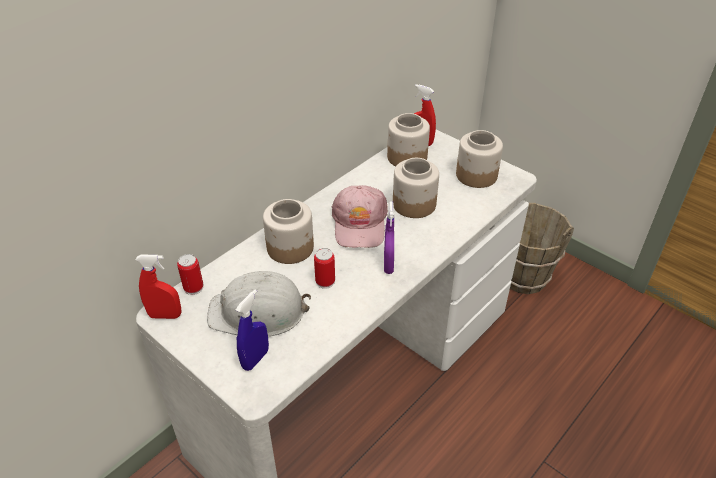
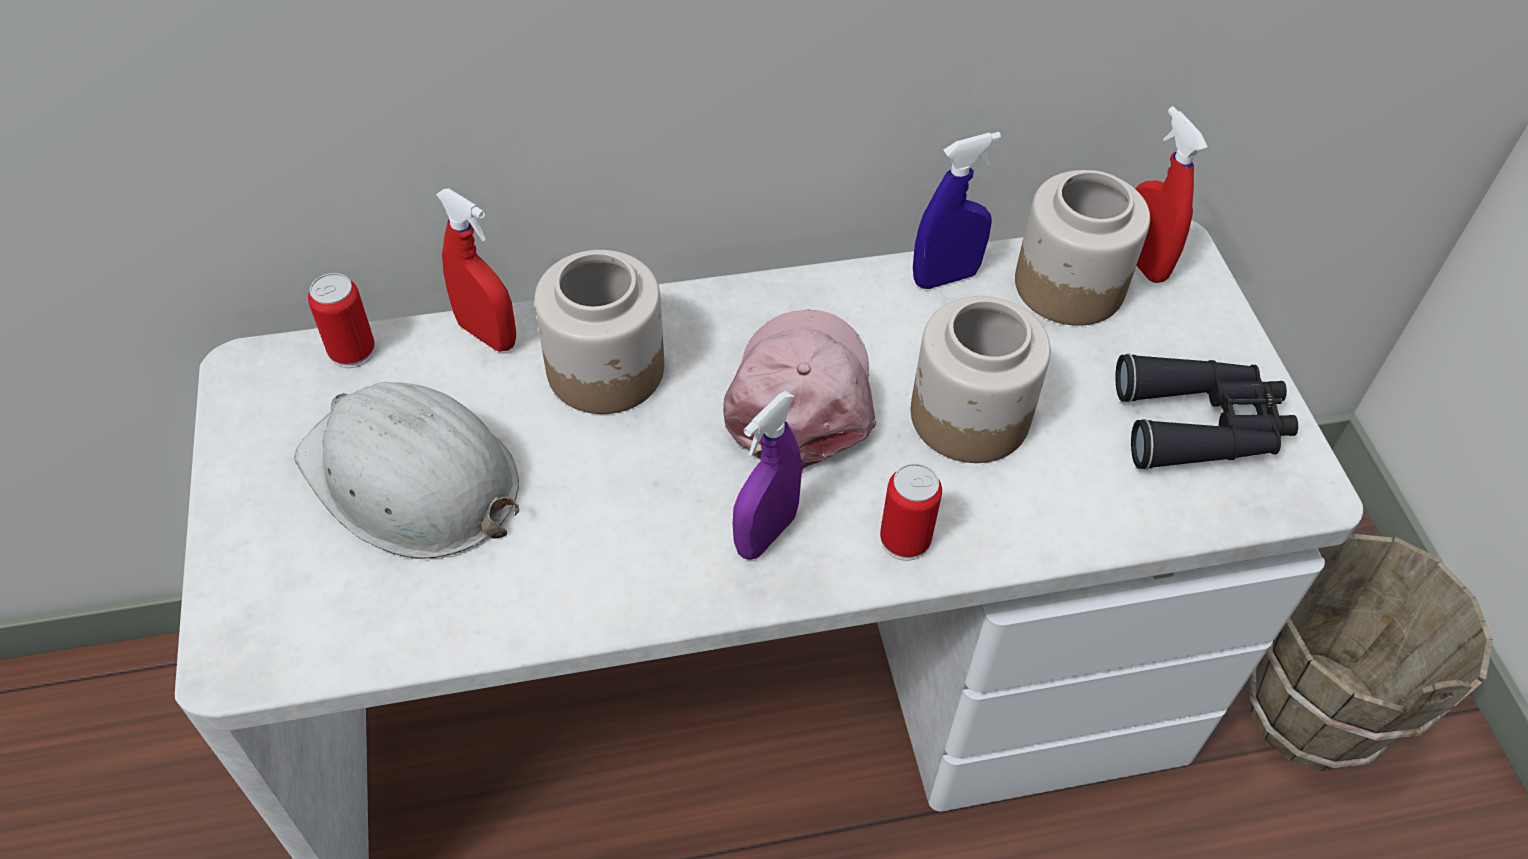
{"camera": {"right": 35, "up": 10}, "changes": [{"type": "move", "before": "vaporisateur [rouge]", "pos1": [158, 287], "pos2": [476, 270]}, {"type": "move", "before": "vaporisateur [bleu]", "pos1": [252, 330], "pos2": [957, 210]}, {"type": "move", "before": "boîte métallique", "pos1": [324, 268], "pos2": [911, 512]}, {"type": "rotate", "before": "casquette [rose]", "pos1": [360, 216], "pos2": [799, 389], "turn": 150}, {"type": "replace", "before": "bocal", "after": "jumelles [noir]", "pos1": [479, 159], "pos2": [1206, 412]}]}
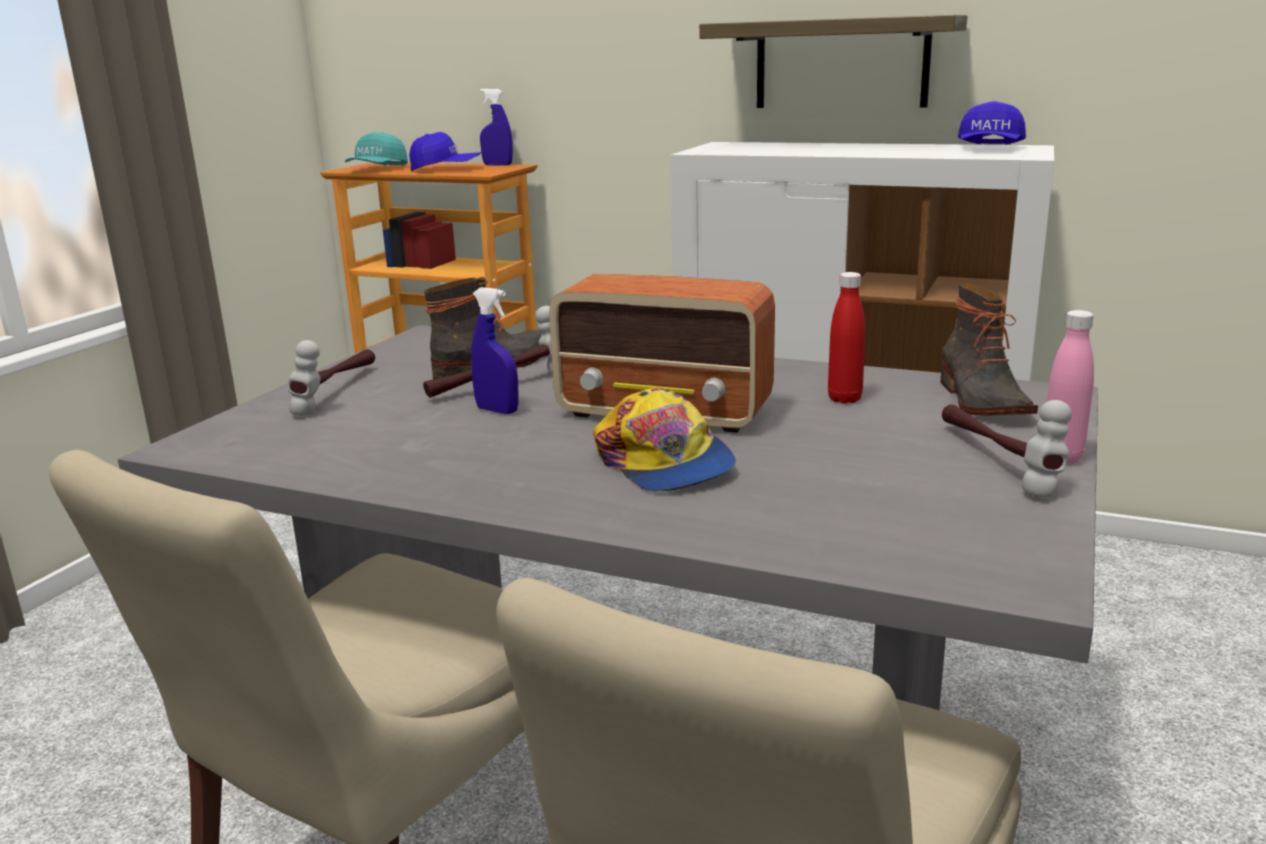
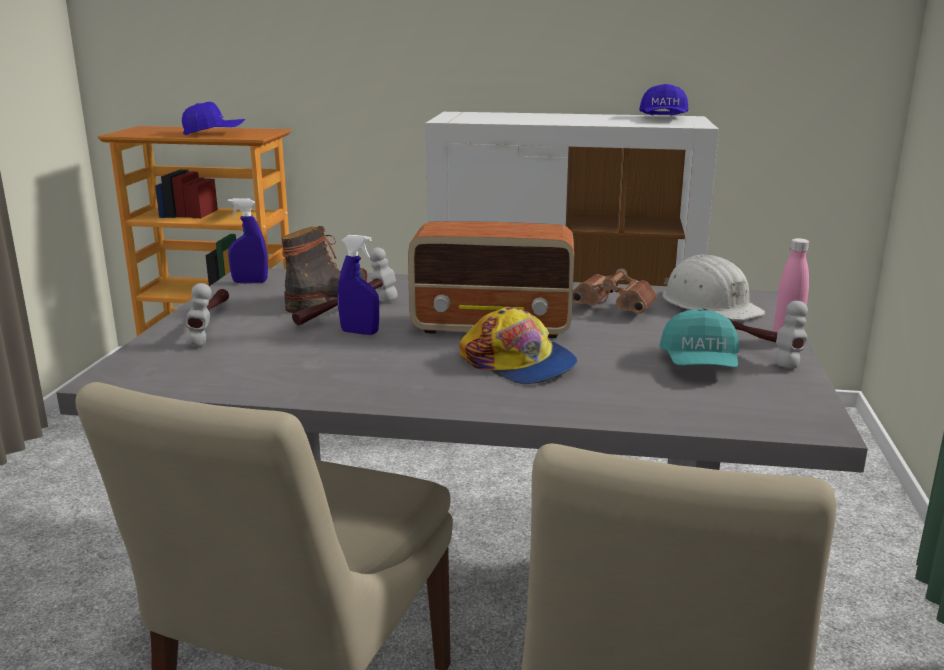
{"camera": {"right": -15, "up": 0}, "changes": [{"type": "move", "before": "casquette [turquoise]", "pos1": [376, 148], "pos2": [699, 338]}, {"type": "move", "before": "vaporisateur [bleu]", "pos1": [496, 127], "pos2": [248, 240]}, {"type": "delete", "before": "étagère", "pos1": [833, 61]}, {"type": "replace", "before": "bouteille [rouge]", "after": "jumelles [marron]", "pos1": [846, 338], "pos2": [614, 291]}, {"type": "replace", "before": "botte", "after": "casque de chantier [blanc]", "pos1": [989, 349], "pos2": [714, 287]}]}
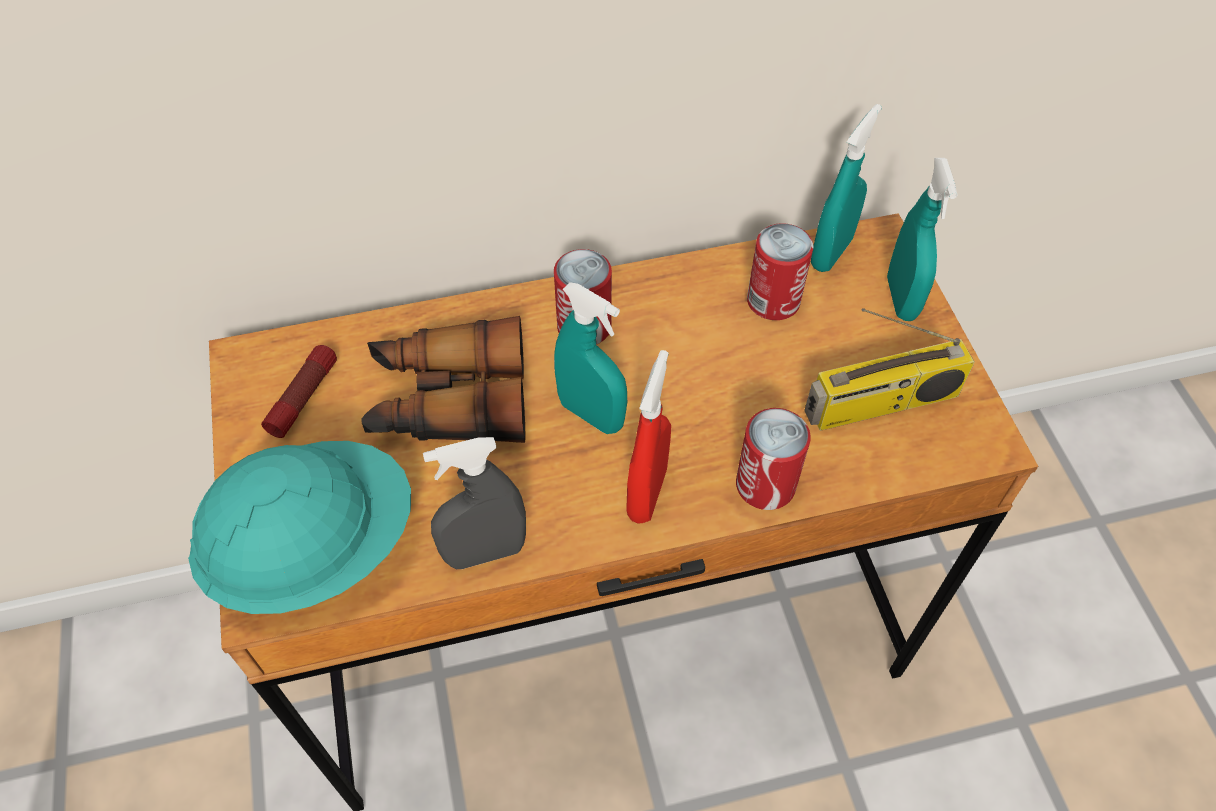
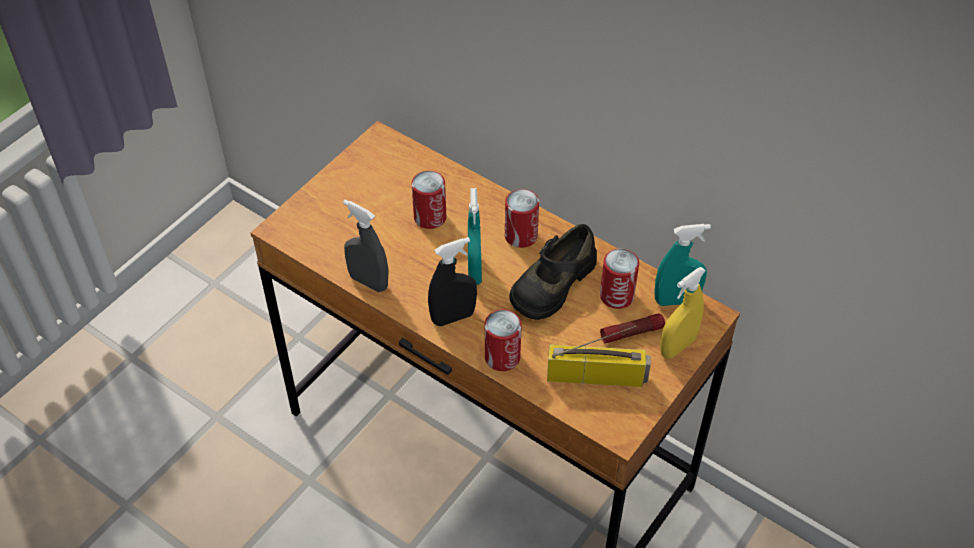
{"camera": {"right": 50, "up": -5}, "changes": [{"type": "delete", "before": "casque de chantier [turquoise]", "pos1": [299, 527]}, {"type": "move", "before": "lampe de poche", "pos1": [299, 391], "pos2": [632, 328]}, {"type": "replace", "before": "jumelles", "after": "boîte métallique", "pos1": [443, 379], "pos2": [429, 200]}, {"type": "recolor", "before": "vaporisateur [rouge]", "after": "vaporisateur [noir]", "pos1": [648, 436], "pos2": [452, 281]}, {"type": "rotate", "before": "radio", "pos1": [889, 369], "pos2": [599, 356], "turn": 150}, {"type": "recolor", "before": "vaporisateur [turquoise]", "after": "vaporisateur [jaune]", "pos1": [922, 239], "pos2": [683, 313]}, {"type": "insert", "after": "chaussure [noir]", "pos2": [553, 272]}]}
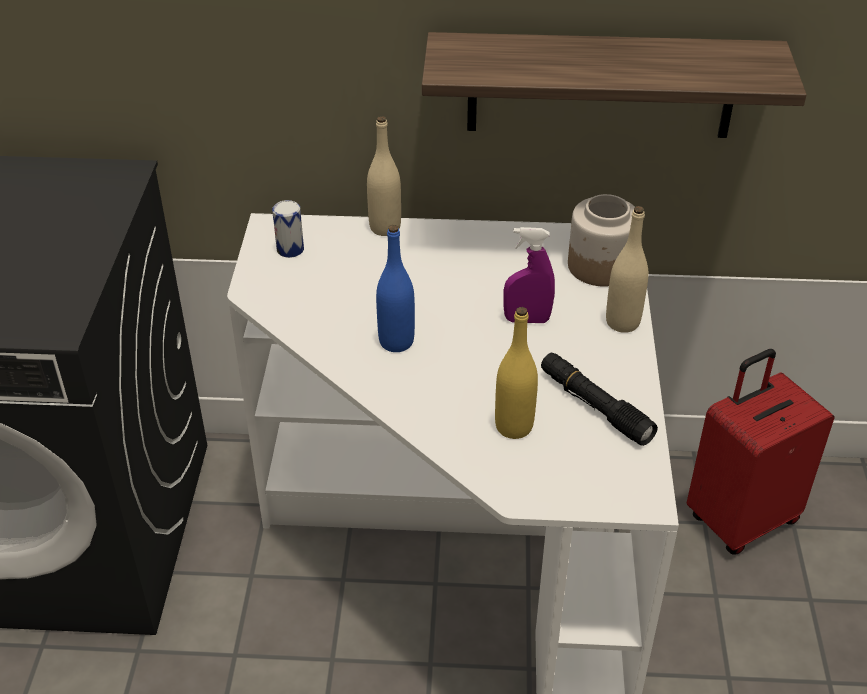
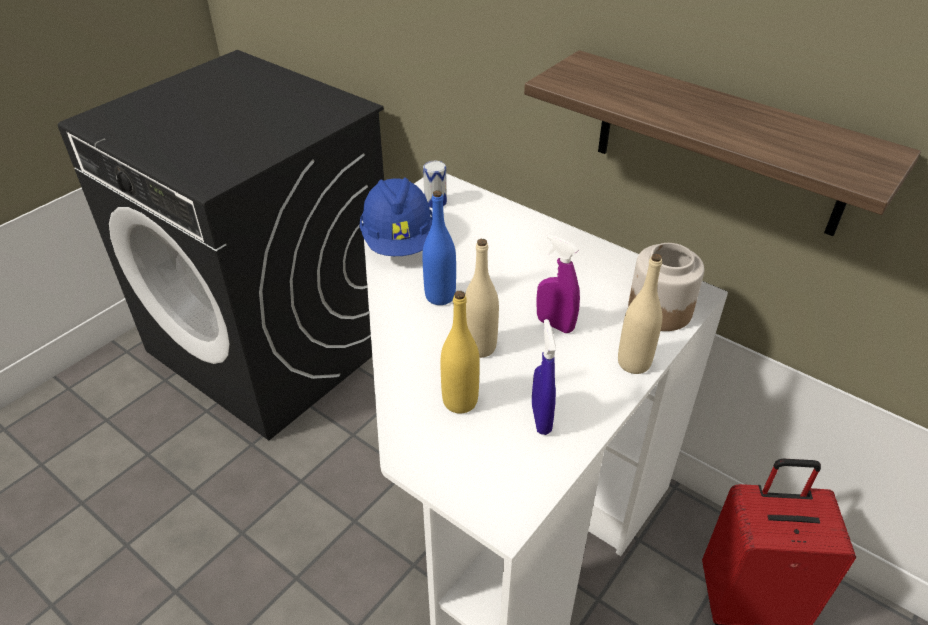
{"camera": {"right": 35, "up": 0}, "changes": [{"type": "move", "before": "bouteille [beige]", "pos1": [384, 176], "pos2": [482, 298]}, {"type": "replace", "before": "lampe de poche [noir]", "after": "vaporisateur [bleu]", "pos1": [599, 399], "pos2": [544, 377]}, {"type": "insert", "after": "casque de chantier [bleu]", "pos2": [396, 216]}]}
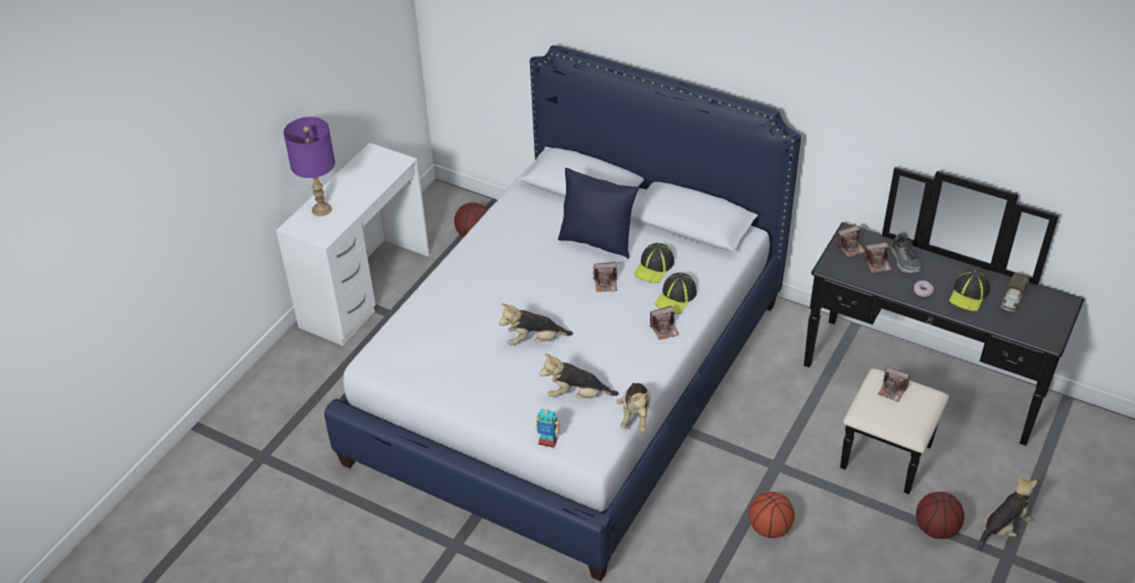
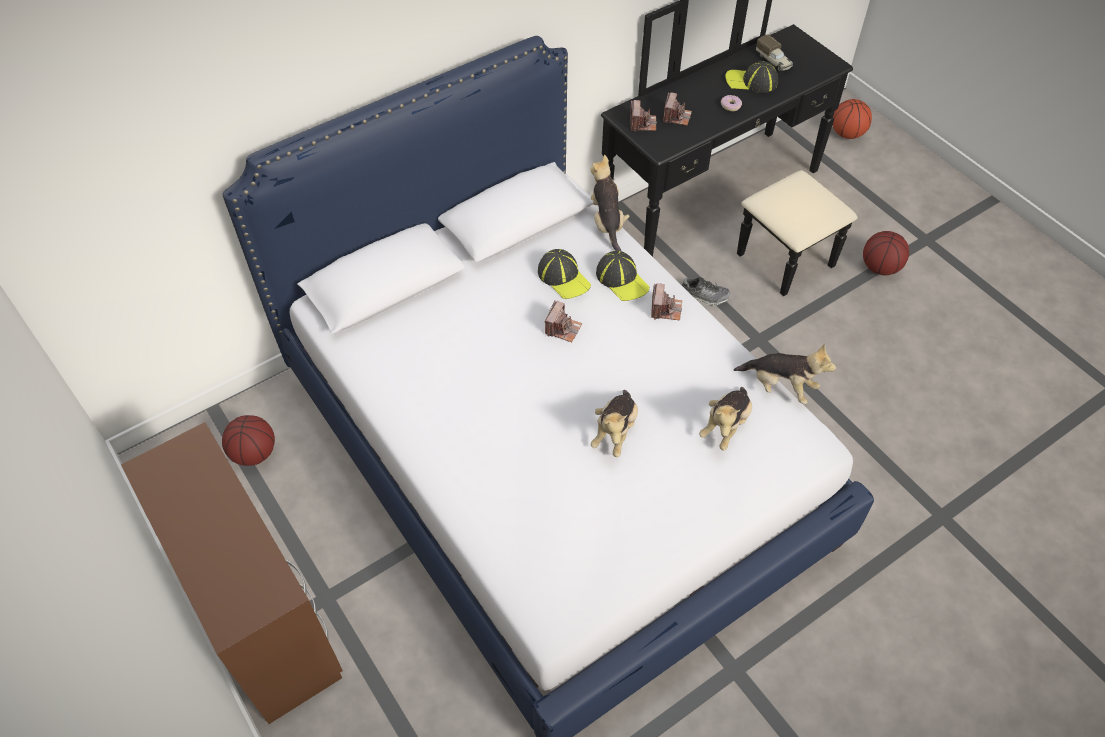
{"camera": {"right": -65, "up": 10}, "changes": [{"type": "recolor", "before": "bureau [blanc]", "after": "bureau [marron]", "pos1": [353, 244], "pos2": [232, 573]}, {"type": "delete", "before": "lampe de table [violet]", "pos1": [309, 166]}, {"type": "delete", "before": "robot jouet", "pos1": [547, 427]}, {"type": "delete", "before": "coussin [bleu]", "pos1": [598, 213]}, {"type": "move", "before": "ballon de basket", "pos1": [772, 515], "pos2": [852, 119]}, {"type": "delete", "before": "appareil photo", "pos1": [894, 384]}, {"type": "move", "before": "chaussure", "pos1": [906, 253], "pos2": [706, 291]}, {"type": "rotate", "before": "casquette", "pos1": [969, 290], "pos2": [751, 77], "turn": 135}, {"type": "move", "before": "peluche", "pos1": [1007, 513], "pos2": [609, 203]}]}
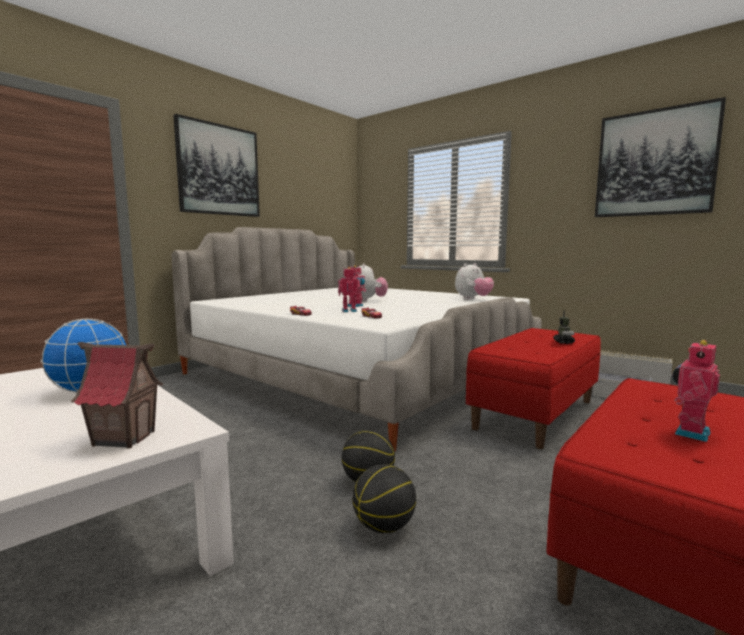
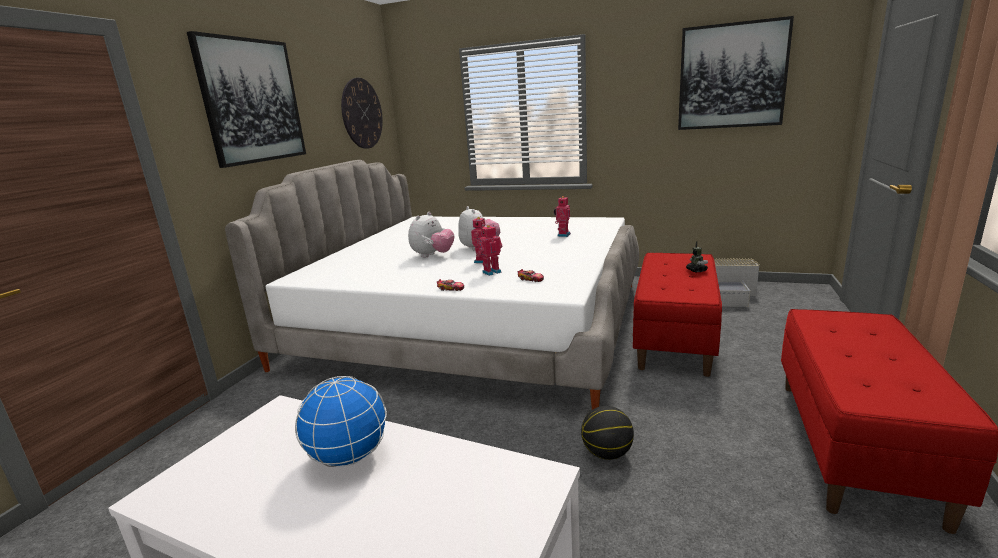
{"camera": {"right": -20, "up": 10}, "changes": [{"type": "delete", "before": "maison miniature", "pos1": [117, 395]}, {"type": "delete", "before": "ballon de basket", "pos1": [384, 498]}, {"type": "move", "before": "peluche", "pos1": [474, 281], "pos2": [431, 235]}, {"type": "move", "before": "robot jouet", "pos1": [696, 391], "pos2": [562, 216]}, {"type": "insert", "after": "horloge murale", "pos2": [362, 113]}]}
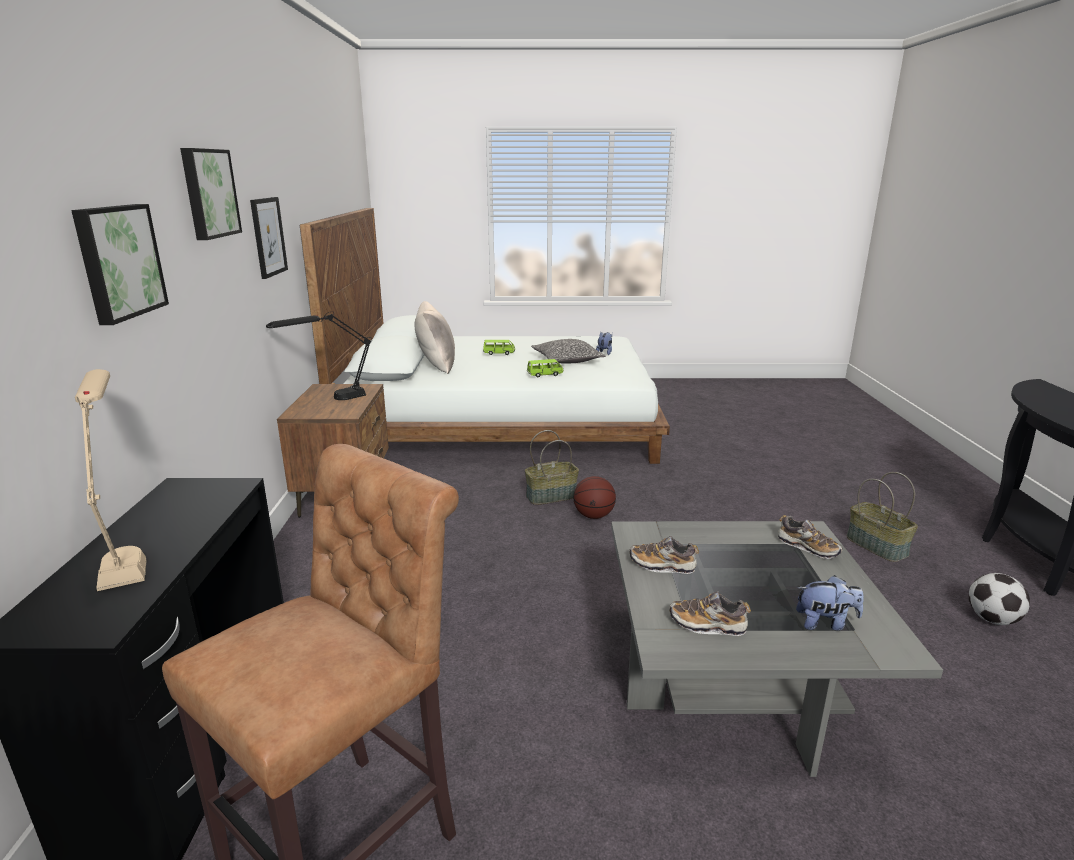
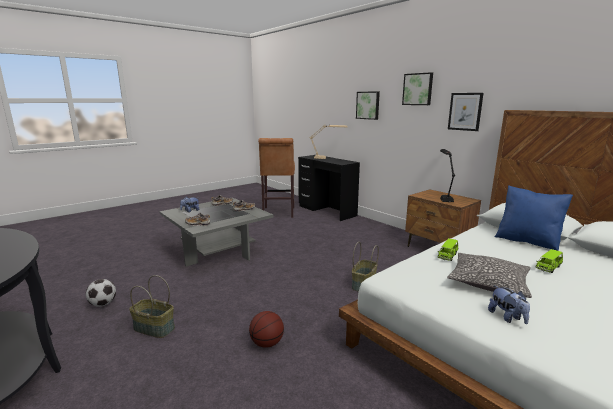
{"camera": {"right": 140, "up": -5}, "changes": [{"type": "recolor", "before": "coussin [beige]", "after": "coussin [bleu]", "pos1": [435, 337], "pos2": [533, 218]}, {"type": "move", "before": "ballon de basket", "pos1": [594, 497], "pos2": [266, 329]}]}
